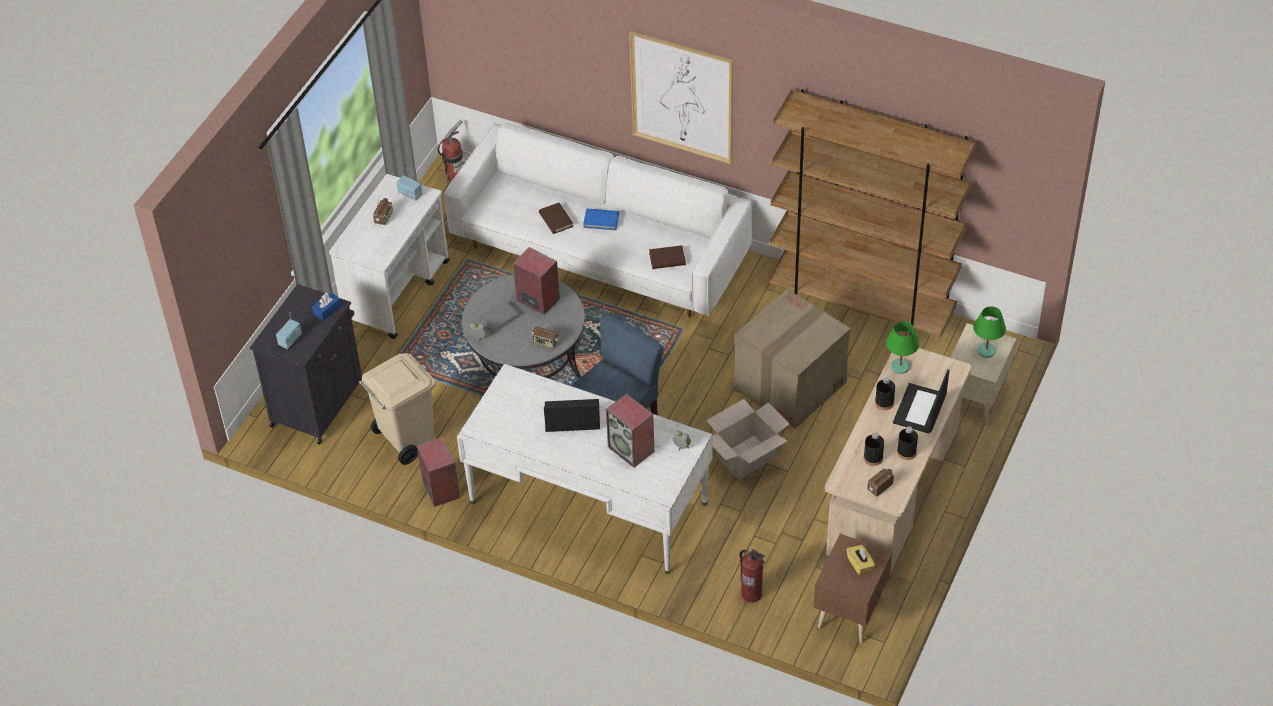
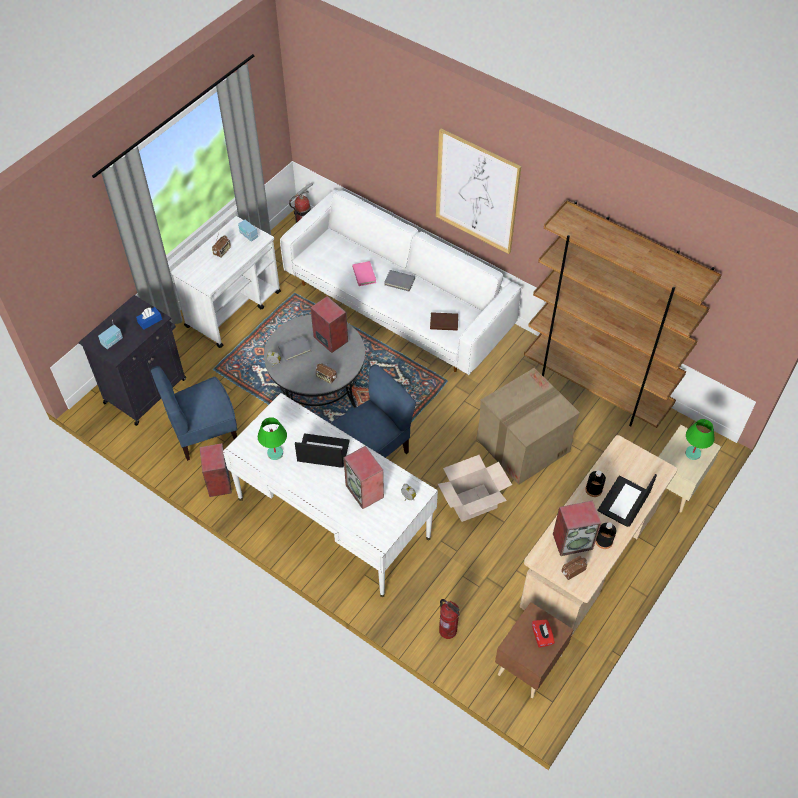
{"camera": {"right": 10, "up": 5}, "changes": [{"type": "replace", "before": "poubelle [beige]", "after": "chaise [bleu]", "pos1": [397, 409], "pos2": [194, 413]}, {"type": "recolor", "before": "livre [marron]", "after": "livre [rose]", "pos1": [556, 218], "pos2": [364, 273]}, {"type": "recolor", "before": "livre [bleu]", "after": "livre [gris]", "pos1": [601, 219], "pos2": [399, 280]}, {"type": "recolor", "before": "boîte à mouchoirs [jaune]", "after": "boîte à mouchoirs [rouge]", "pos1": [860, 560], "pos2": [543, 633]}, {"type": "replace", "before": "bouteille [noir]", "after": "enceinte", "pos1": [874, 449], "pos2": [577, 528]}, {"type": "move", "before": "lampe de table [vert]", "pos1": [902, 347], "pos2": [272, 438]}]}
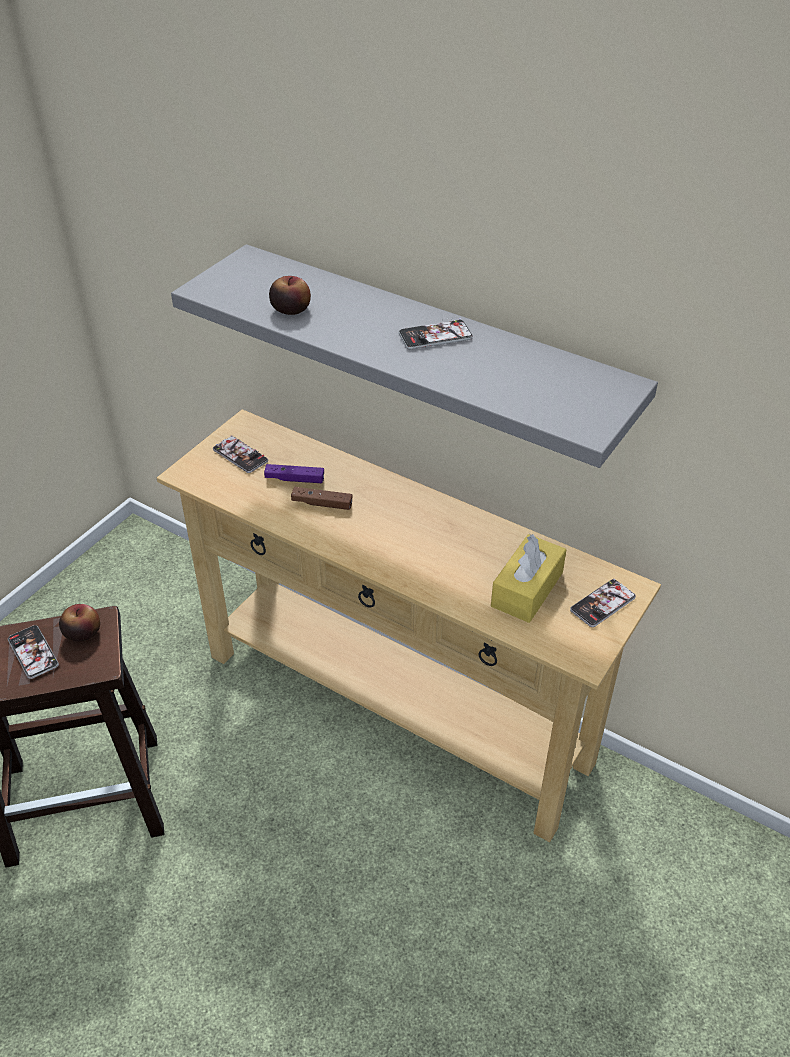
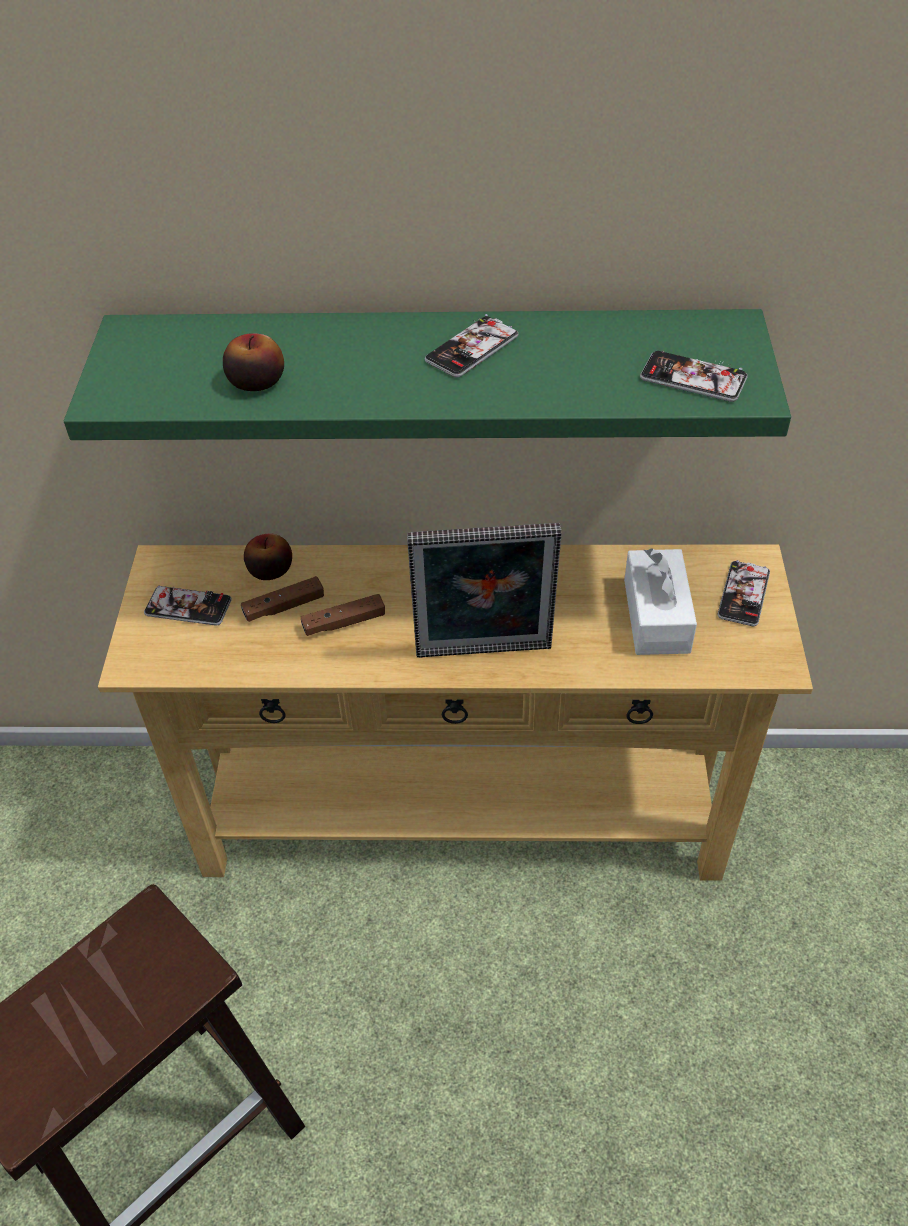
{"camera": {"right": -30, "up": 5}, "changes": [{"type": "move", "before": "téléphone", "pos1": [33, 652], "pos2": [694, 376]}, {"type": "move", "before": "pomme", "pos1": [79, 623], "pos2": [268, 556]}, {"type": "recolor", "before": "étagère [gris]", "after": "étagère [vert]", "pos1": [414, 356], "pos2": [427, 374]}, {"type": "recolor", "before": "manette [violet]", "after": "manette [marron]", "pos1": [294, 473], "pos2": [282, 599]}, {"type": "recolor", "before": "boîte à mouchoirs [jaune]", "after": "boîte à mouchoirs [blanc]", "pos1": [529, 578], "pos2": [660, 601]}, {"type": "insert", "after": "cadre photo", "pos2": [484, 590]}]}
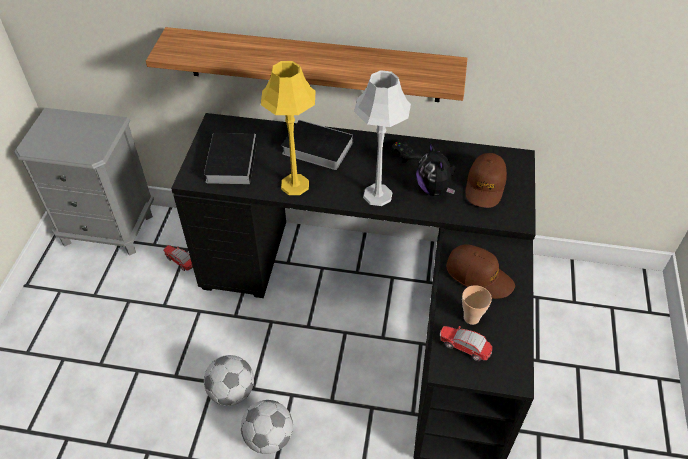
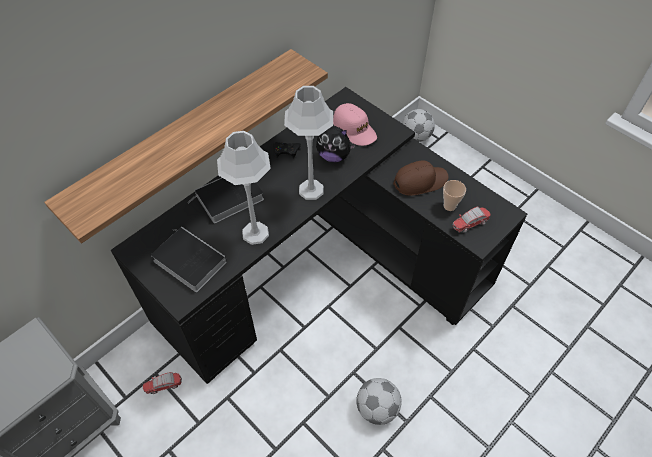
{"camera": {"right": -55, "up": 5}, "changes": [{"type": "move", "before": "ballon de foot", "pos1": [229, 380], "pos2": [418, 125]}, {"type": "recolor", "before": "lampe de table [jaune]", "after": "lampe de table [gris]", "pos1": [288, 128], "pos2": [244, 188]}, {"type": "recolor", "before": "casquette [marron]", "after": "casquette [rose]", "pos1": [486, 180], "pos2": [355, 124]}]}
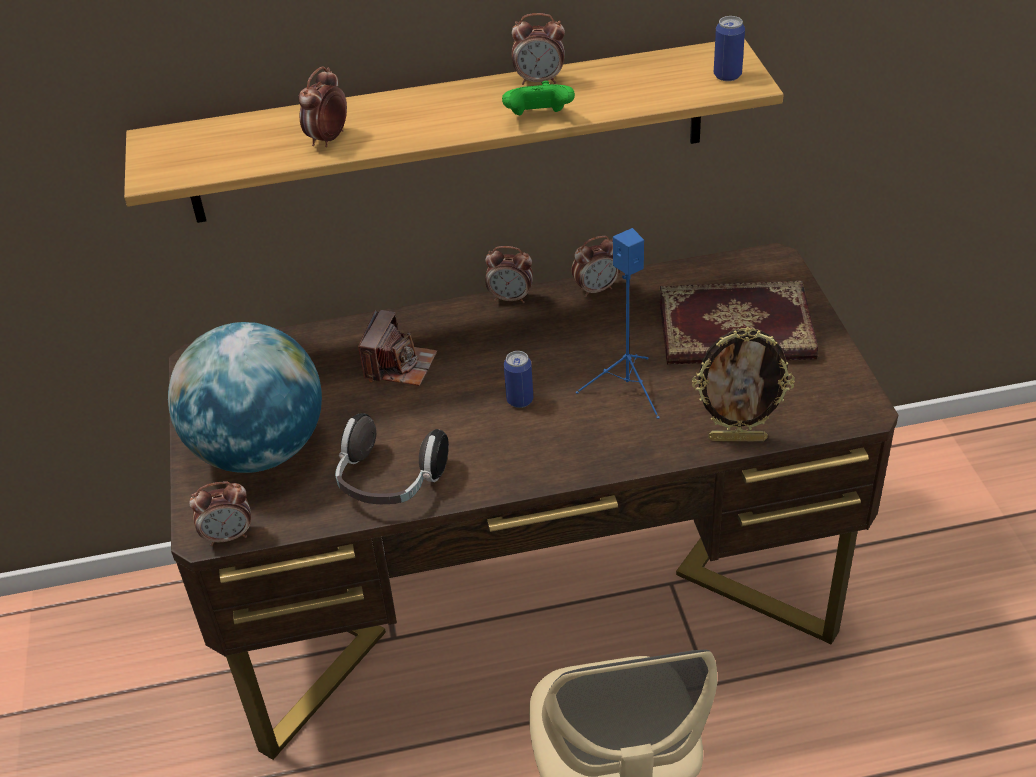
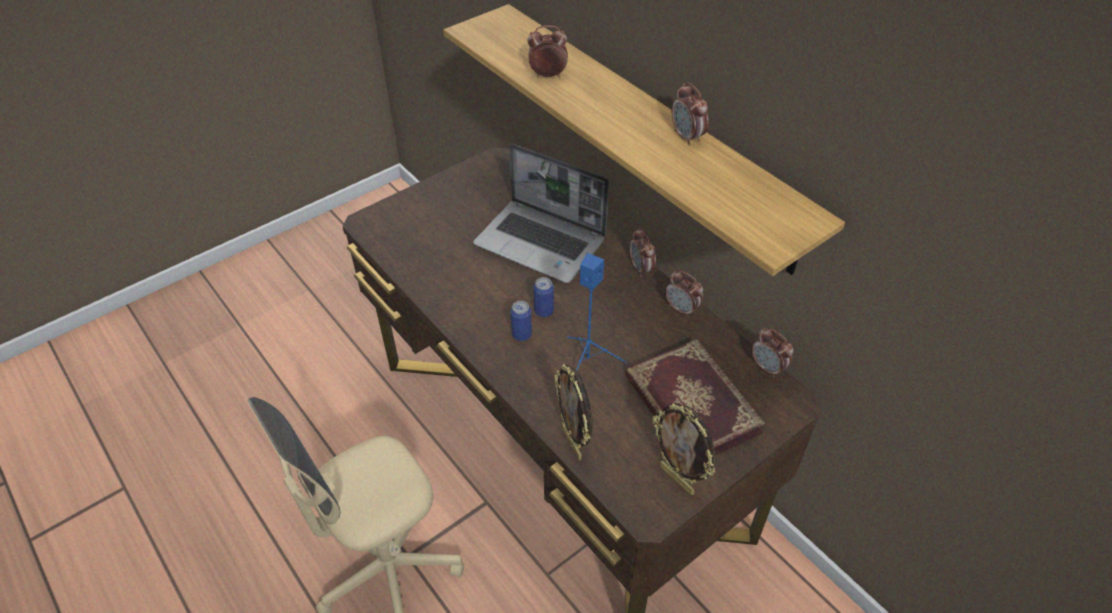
{"camera": {"right": 60, "up": 5}, "changes": [{"type": "delete", "before": "globe", "pos1": [245, 397]}, {"type": "move", "before": "réveil", "pos1": [220, 513], "pos2": [772, 352]}, {"type": "delete", "before": "casque audio", "pos1": [392, 458]}, {"type": "replace", "before": "appareil photo", "after": "ordinateur portable", "pos1": [397, 348], "pos2": [541, 213]}, {"type": "delete", "before": "manette [vert]", "pos1": [538, 98]}, {"type": "move", "before": "boîte métallique", "pos1": [729, 48], "pos2": [521, 321]}, {"type": "insert", "after": "cadre photo", "pos2": [684, 449]}]}
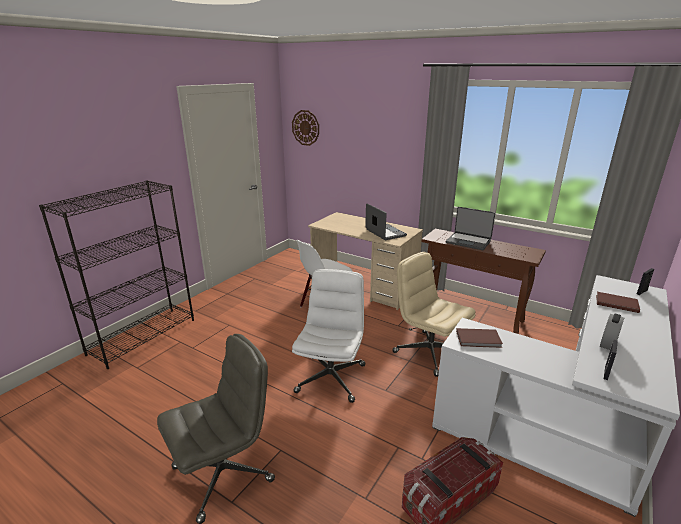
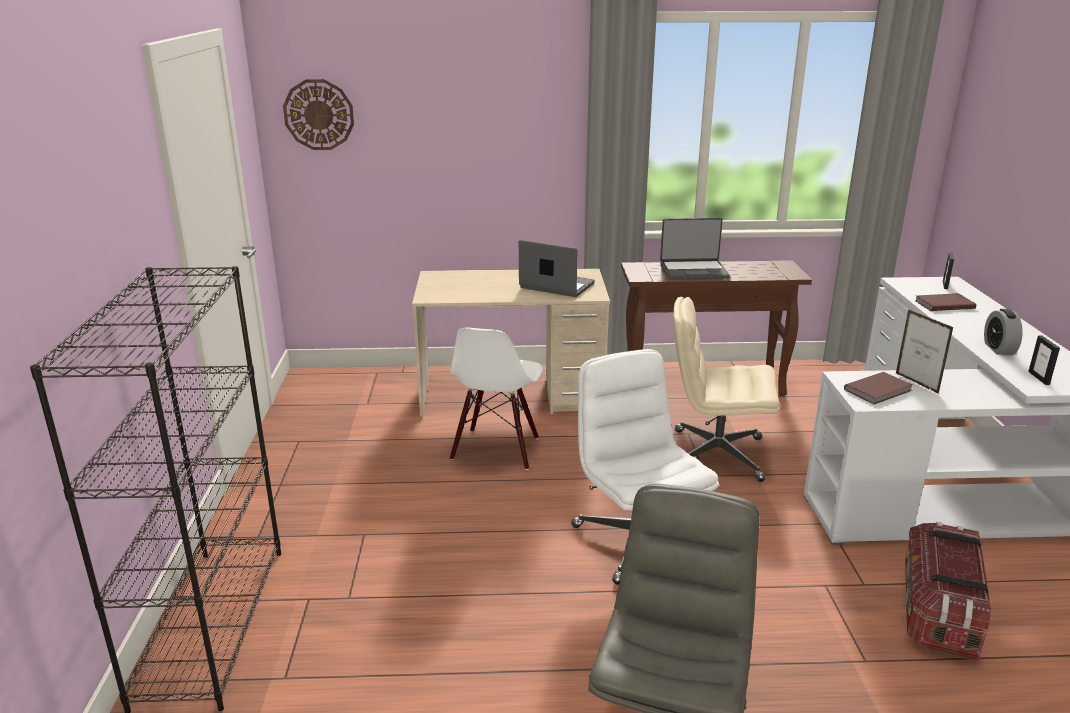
{"camera": {"right": -35, "up": 0}, "changes": [{"type": "insert", "after": "cadre photo", "pos2": [925, 351]}]}
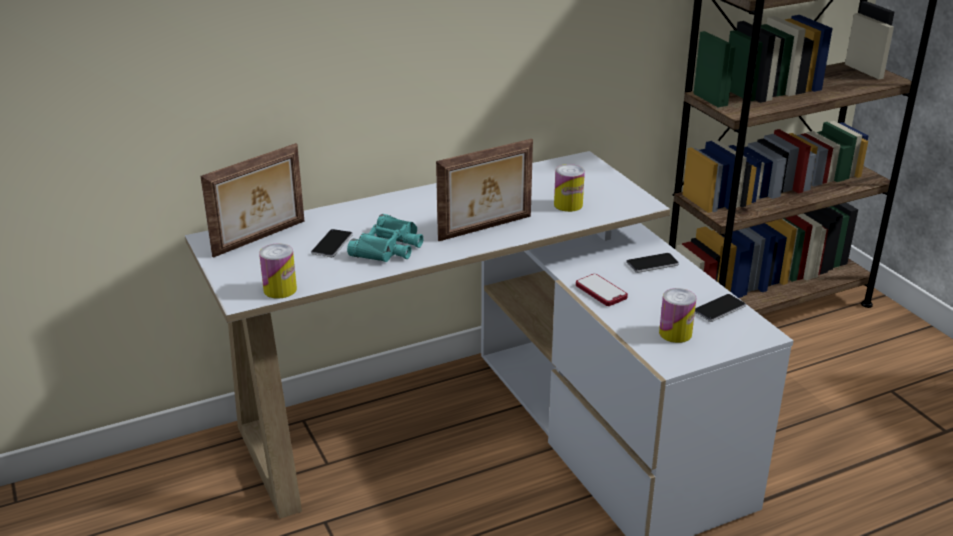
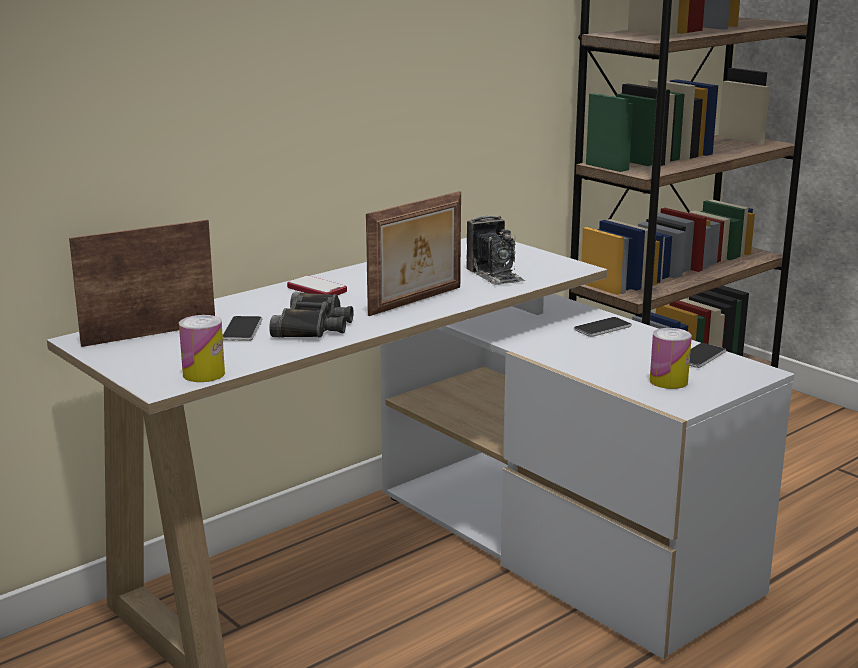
{"camera": {"right": -15, "up": -10}, "changes": [{"type": "rotate", "before": "cadre photo", "pos1": [252, 200], "pos2": [142, 283], "turn": -150}, {"type": "recolor", "before": "jumelles [turquoise]", "after": "jumelles [noir]", "pos1": [385, 238], "pos2": [311, 315]}, {"type": "replace", "before": "boîte métallique", "after": "appareil photo", "pos1": [569, 188], "pos2": [496, 250]}, {"type": "move", "before": "téléphone", "pos1": [602, 290], "pos2": [317, 285]}]}
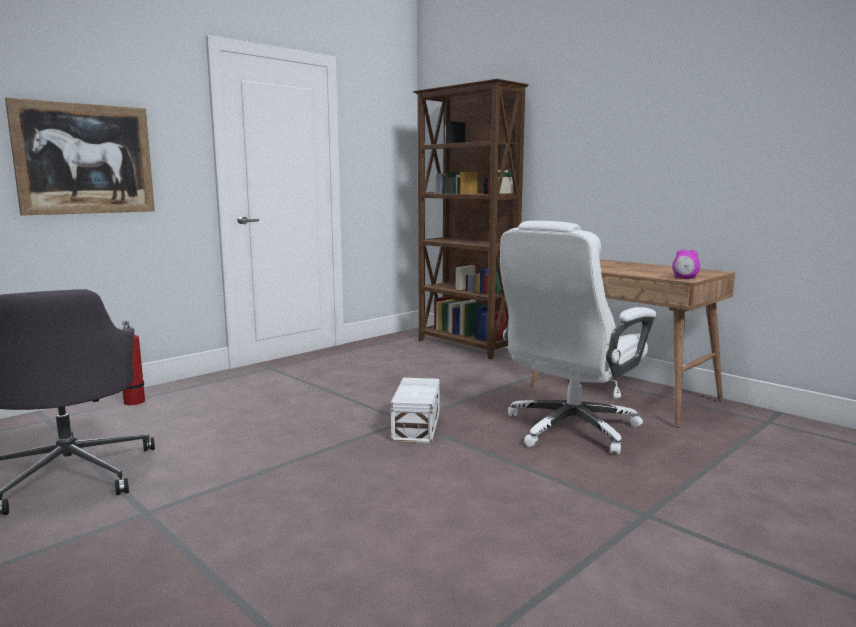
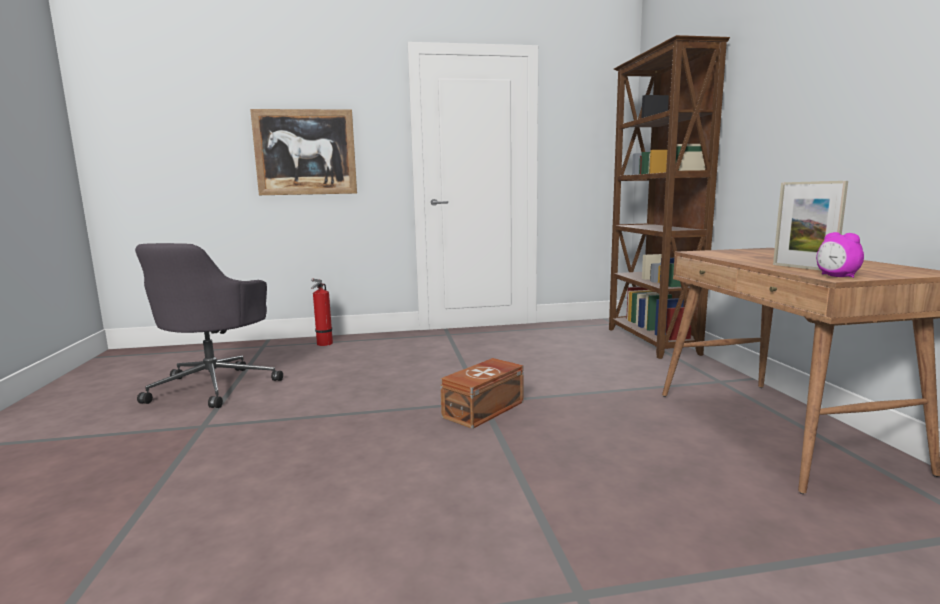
{"camera": {"right": 35, "up": 0}, "changes": [{"type": "recolor", "before": "boîte de rangement [blanc]", "after": "boîte de rangement [marron]", "pos1": [415, 410], "pos2": [482, 393]}, {"type": "delete", "before": "chaise de bureau [blanc]", "pos1": [578, 338]}, {"type": "insert", "after": "cadre photo", "pos2": [810, 226]}]}
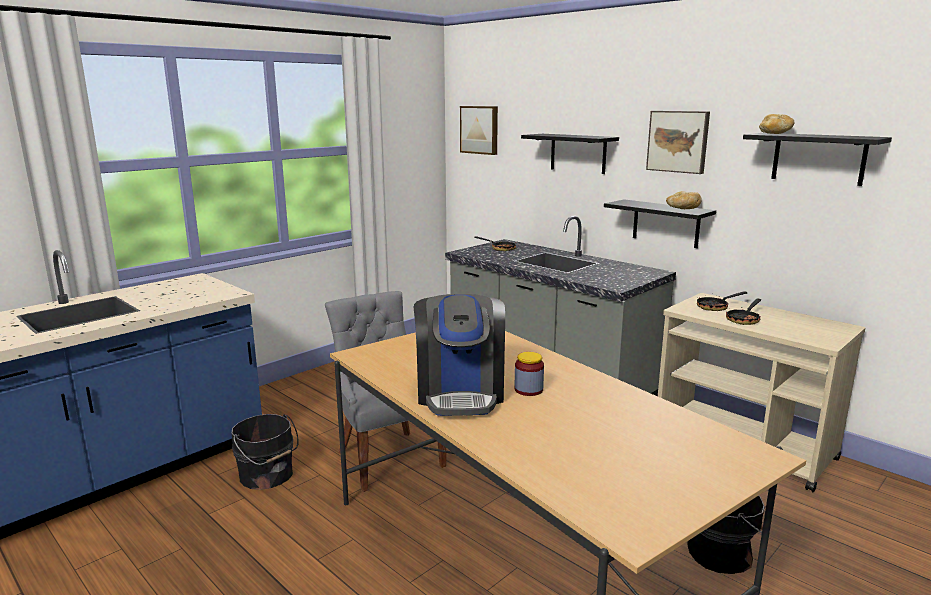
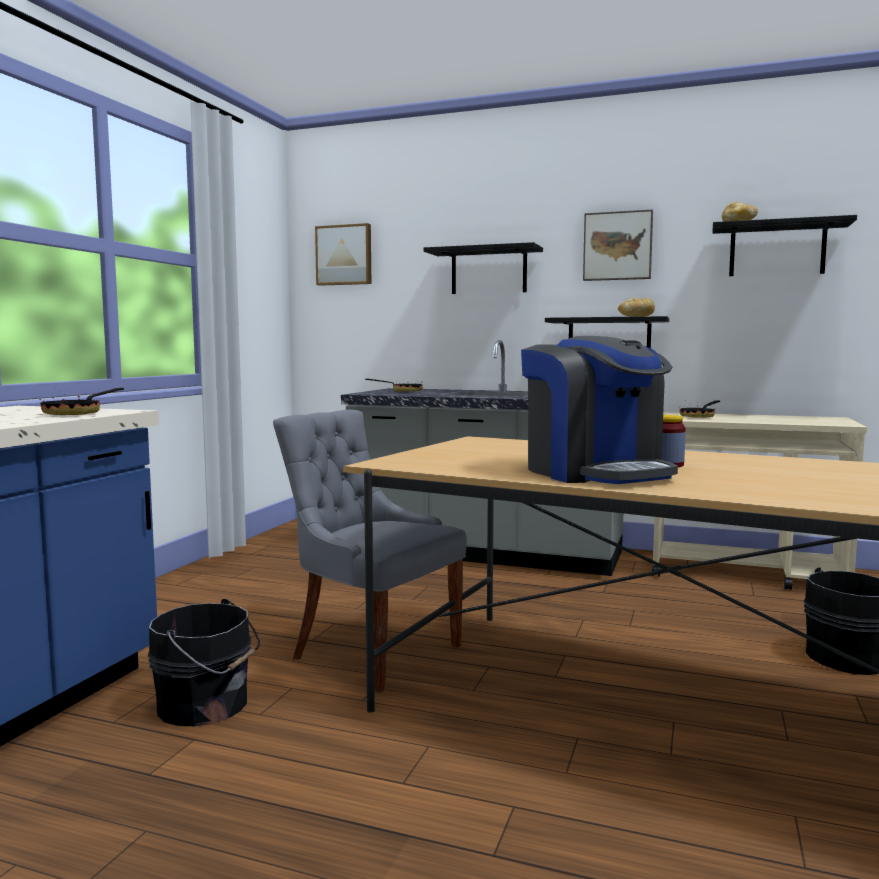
{"camera": {"right": -25, "up": -10}, "changes": [{"type": "move", "before": "poêle", "pos1": [743, 312], "pos2": [81, 401]}]}
